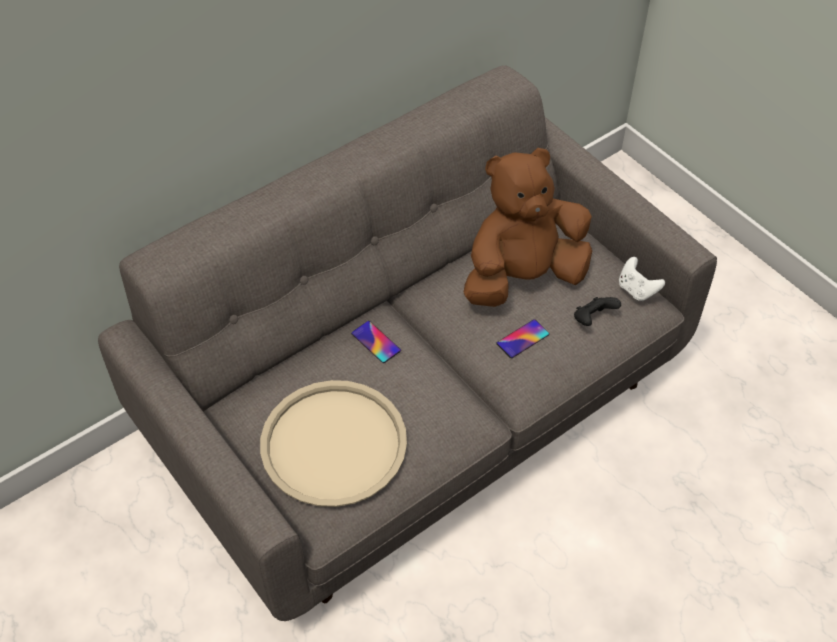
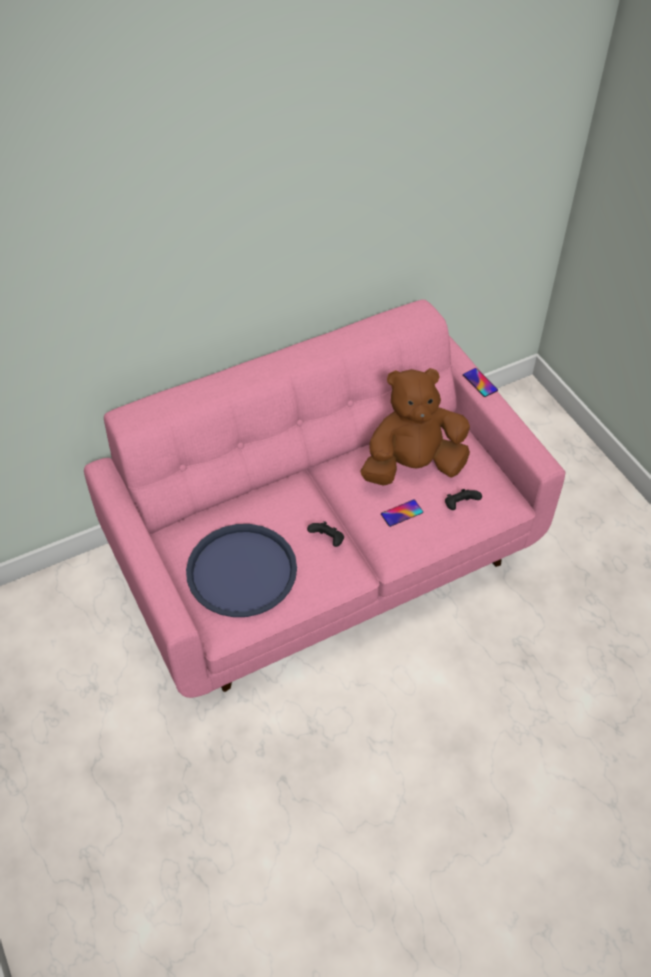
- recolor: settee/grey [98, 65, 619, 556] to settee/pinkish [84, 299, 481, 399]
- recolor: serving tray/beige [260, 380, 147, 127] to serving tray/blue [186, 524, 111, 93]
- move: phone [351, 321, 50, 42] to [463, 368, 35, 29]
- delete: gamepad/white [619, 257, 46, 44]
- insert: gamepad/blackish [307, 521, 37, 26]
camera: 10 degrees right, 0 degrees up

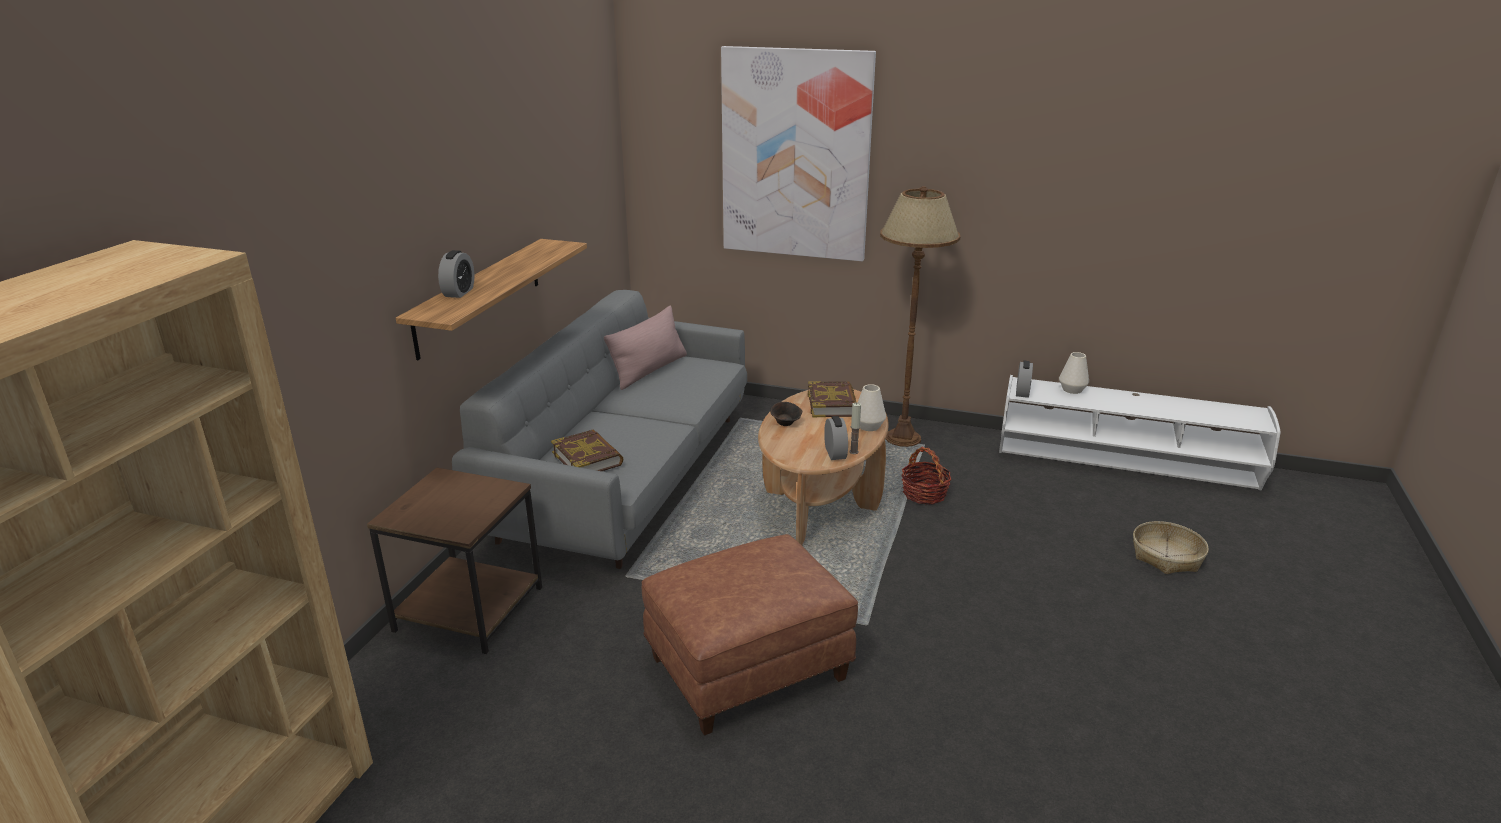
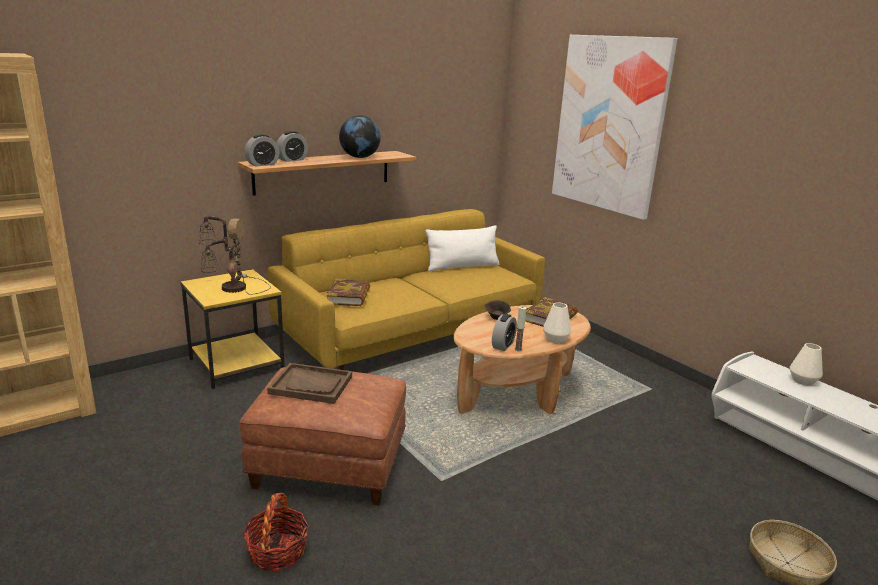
- recolor: end table/brown [367, 468, 175, 186] to end table/yellowish [181, 269, 104, 120]
- recolor: settee/grey [452, 290, 295, 279] to settee/yellowish [267, 209, 278, 161]
- recolor: throw pillow/pinkish [604, 305, 83, 85] to throw pillow/white [426, 225, 73, 46]
- delete: standing lamp/brown [880, 186, 80, 261]
- move: household basket [901, 447, 50, 58] to [243, 492, 66, 79]
- move: bedside clock [1016, 361, 17, 37] to [245, 134, 34, 32]
- insert: table lamp [199, 216, 72, 79]
- insert: serving tray/brown [267, 363, 85, 41]
- insert: desk globe [339, 115, 42, 43]
camera: 35 degrees right, 5 degrees down

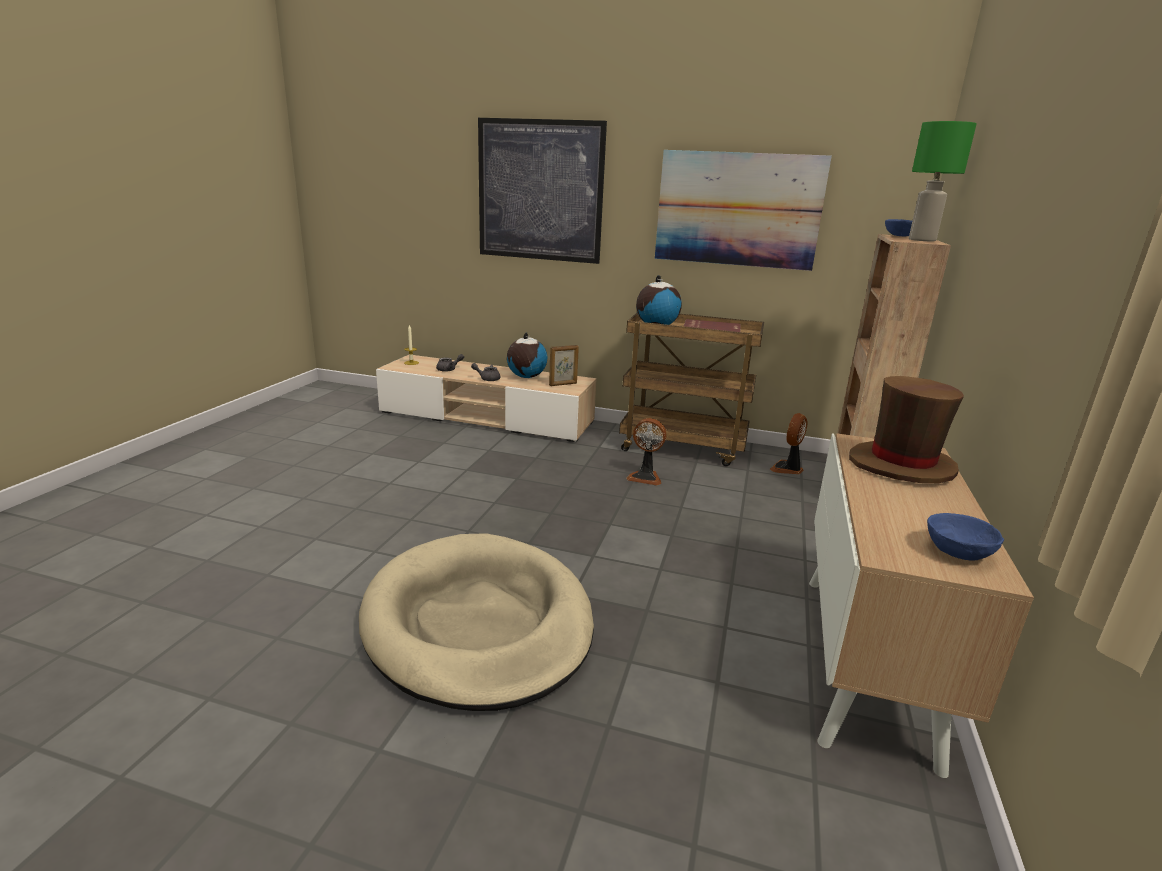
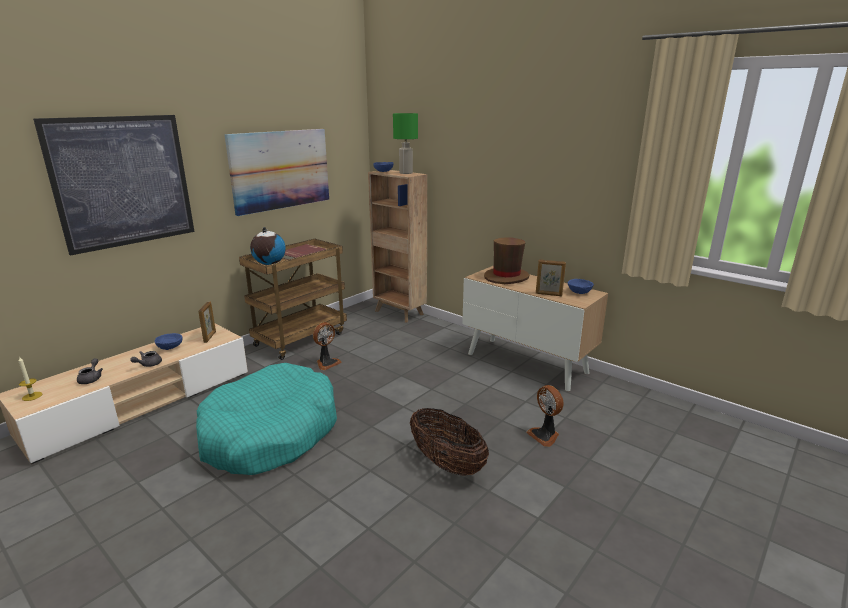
- replace: dog bed/beige [359, 533, 235, 178] to household basket [410, 407, 79, 69]
- replace: desk globe [507, 333, 40, 45] to serving bowl/blue [154, 333, 29, 17]
- move: electric fan [770, 413, 38, 61] to [526, 385, 38, 62]
- insert: dog bed/blue-green [196, 363, 141, 112]
- insert: standing frame [536, 259, 30, 37]
camera: 65 degrees left, 0 degrees up

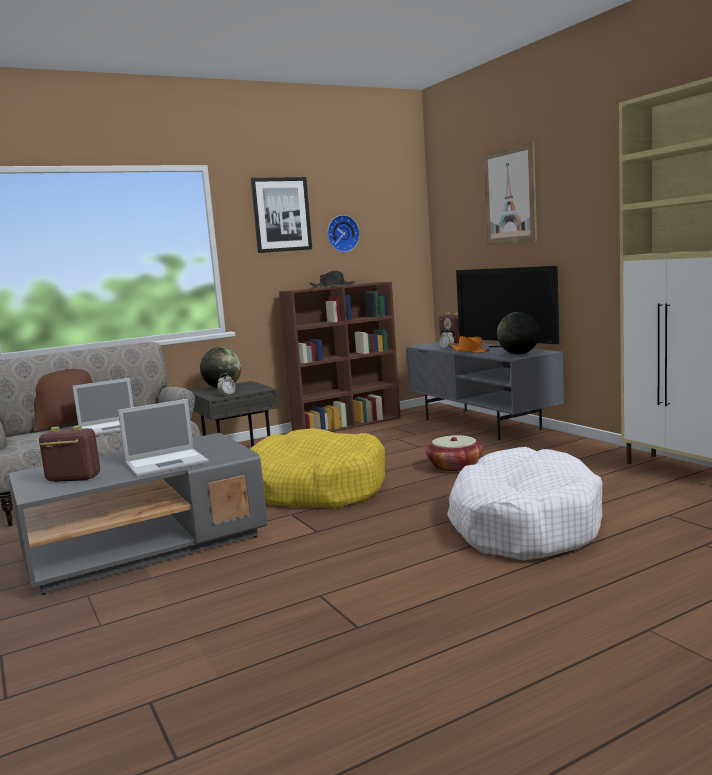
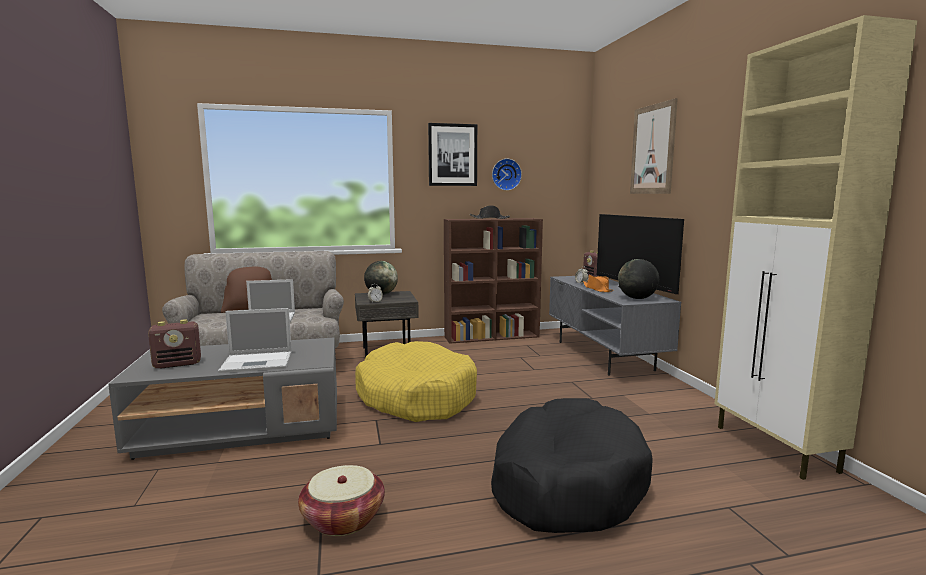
- rotate: radio set [39, 425, 61, 57] = [148, 319, 53, 50] 135 degrees clockwise
- move: household basket [426, 435, 57, 37] to [298, 465, 87, 71]
- recolor: dog bed/white [447, 447, 155, 114] to dog bed/blackish [491, 398, 162, 135]
camera: 15 degrees right, 0 degrees up

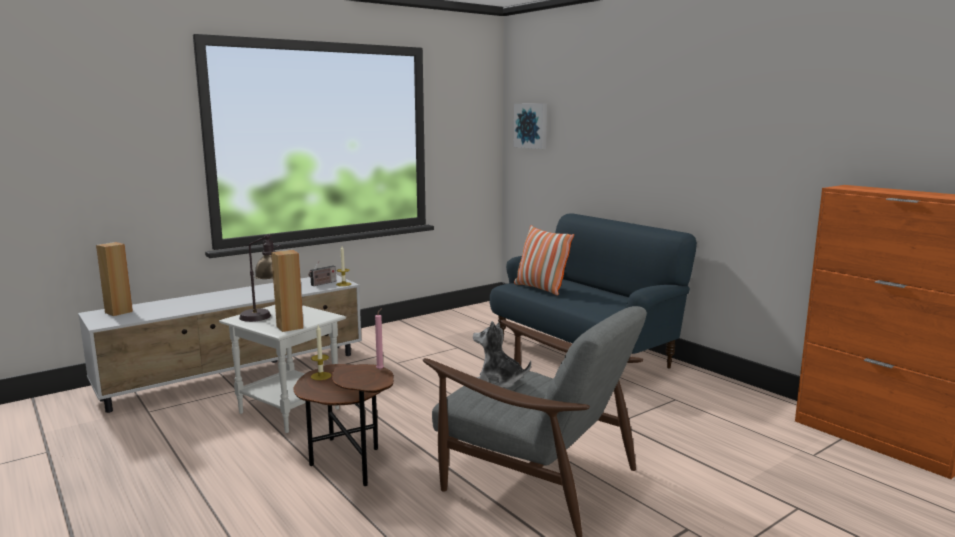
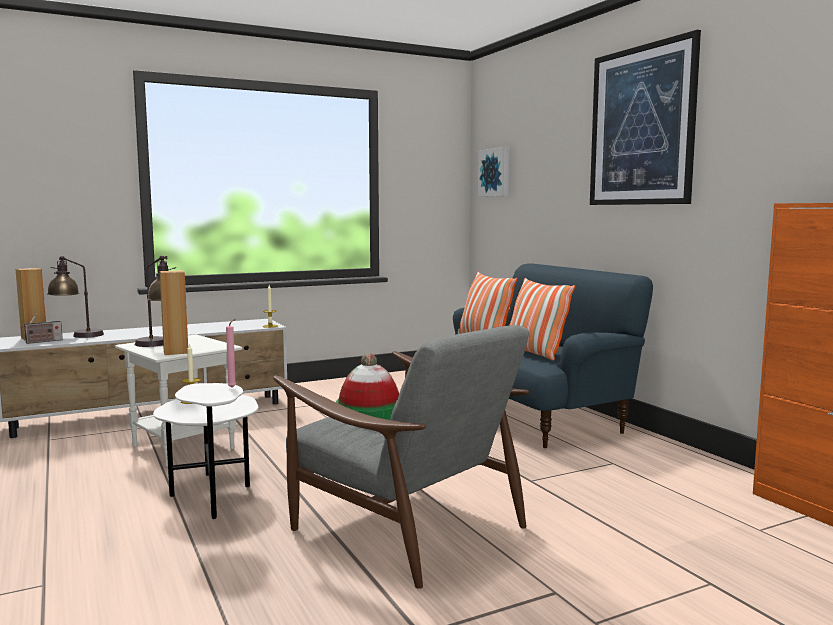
- recolor: end table/brown [294, 364, 100, 122] to end table/white [153, 383, 105, 136]
- move: radio set [308, 260, 28, 26] to [21, 313, 42, 31]
- replace: cuddly toy [473, 321, 58, 67] to wearable hat [336, 353, 63, 67]
- insert: table lamp [47, 256, 57, 82]
- insert: throw pillow [509, 278, 66, 83]
- insert: picture [590, 30, 111, 175]
camera: 10 degrees right, 5 degrees down

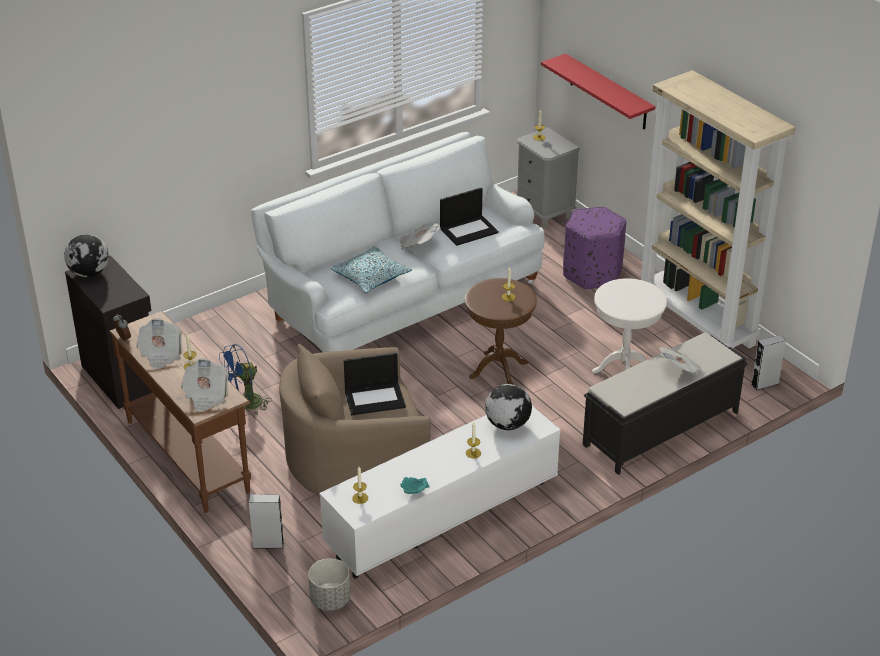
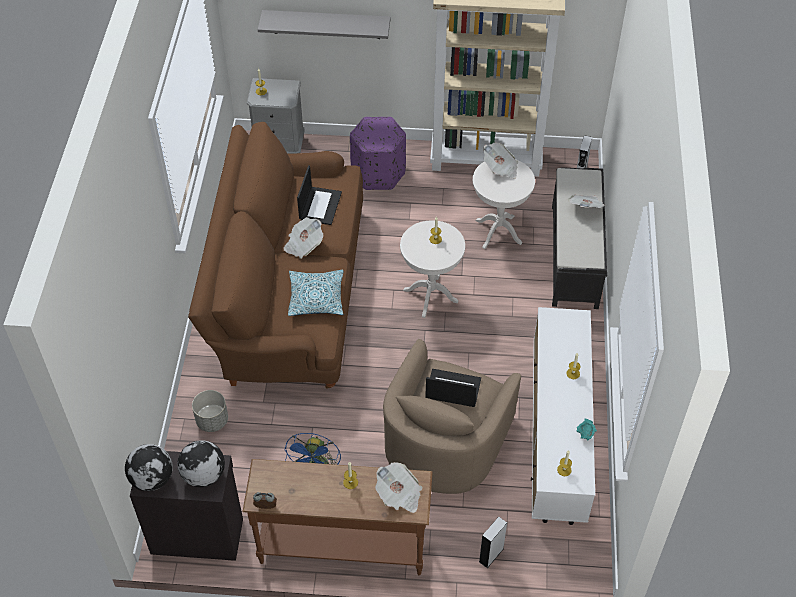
- move: printed paper [136, 318, 46, 52] to [483, 143, 35, 36]
- recolor: settee/white [251, 132, 294, 220] to settee/brown [188, 122, 175, 266]
- move: flower pot/grey [308, 558, 42, 53] to [192, 390, 36, 42]
- rotate: notebook computer [344, 353, 62, 62] = [425, 369, 56, 38] 105 degrees counterclockwise
- recolor: end table/brown [465, 278, 72, 106] to end table/white [400, 220, 65, 98]
- move: desk globe [485, 384, 47, 46] to [177, 440, 48, 47]
- recolor: bracket shelf/reddish [541, 53, 114, 77] to bracket shelf/grey [258, 10, 132, 29]
camera: 50 degrees left, 15 degrees up

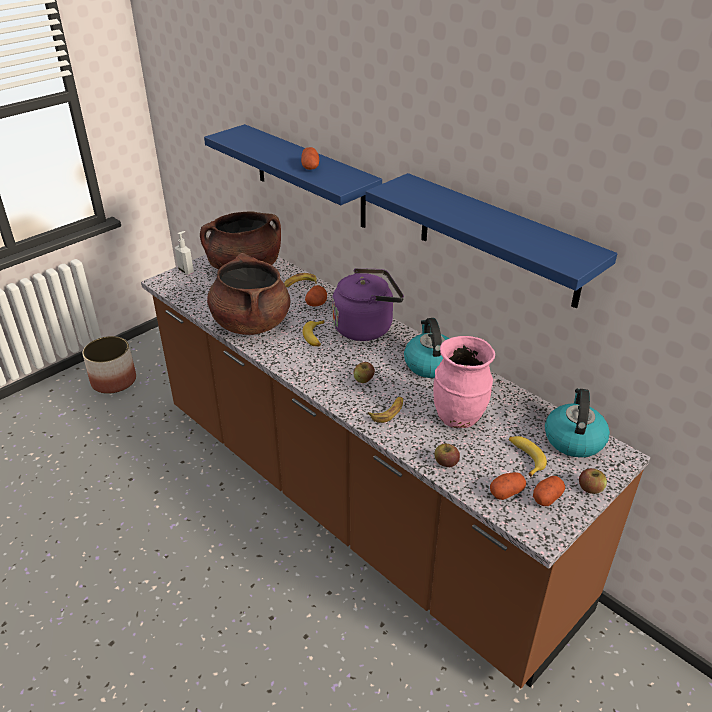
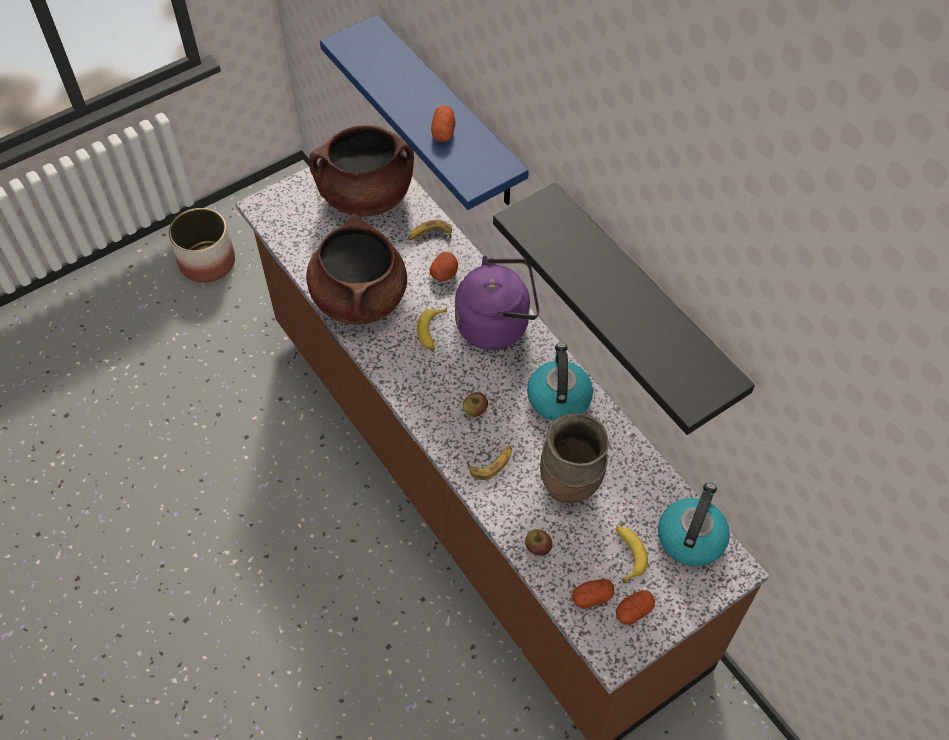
- delete: soap bottle [175, 231, 19, 44]
- recolor: bracket shelf/blue [365, 173, 252, 135] to bracket shelf/blackish [493, 182, 262, 253]
- recolor: decorative vase/pinkish [433, 336, 62, 92] to decorative vase/brown [540, 413, 69, 90]
- delete: apple [579, 468, 28, 26]
camera: 10 degrees right, 20 degrees up

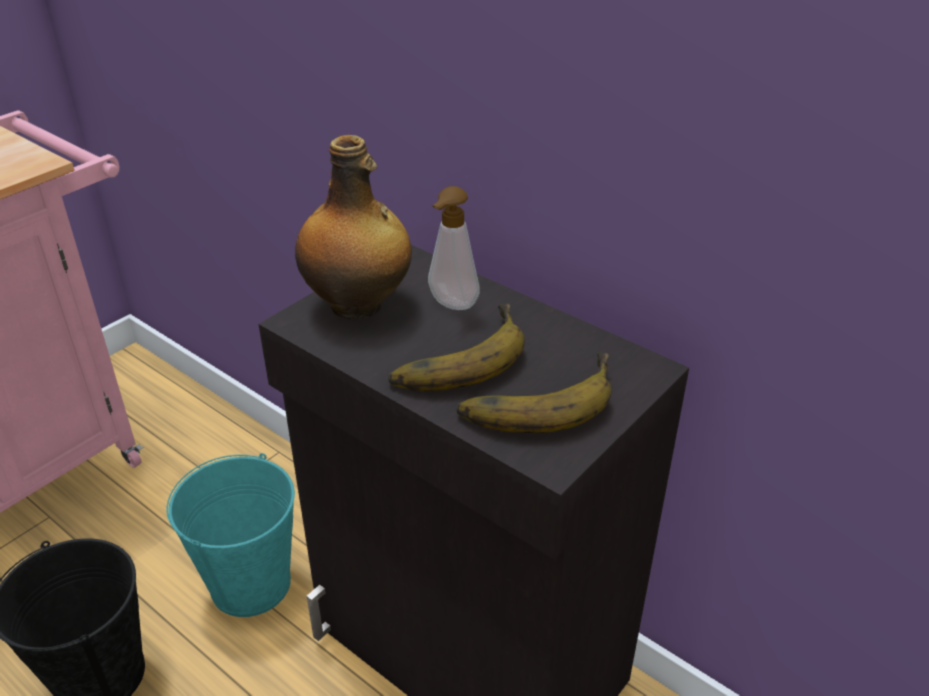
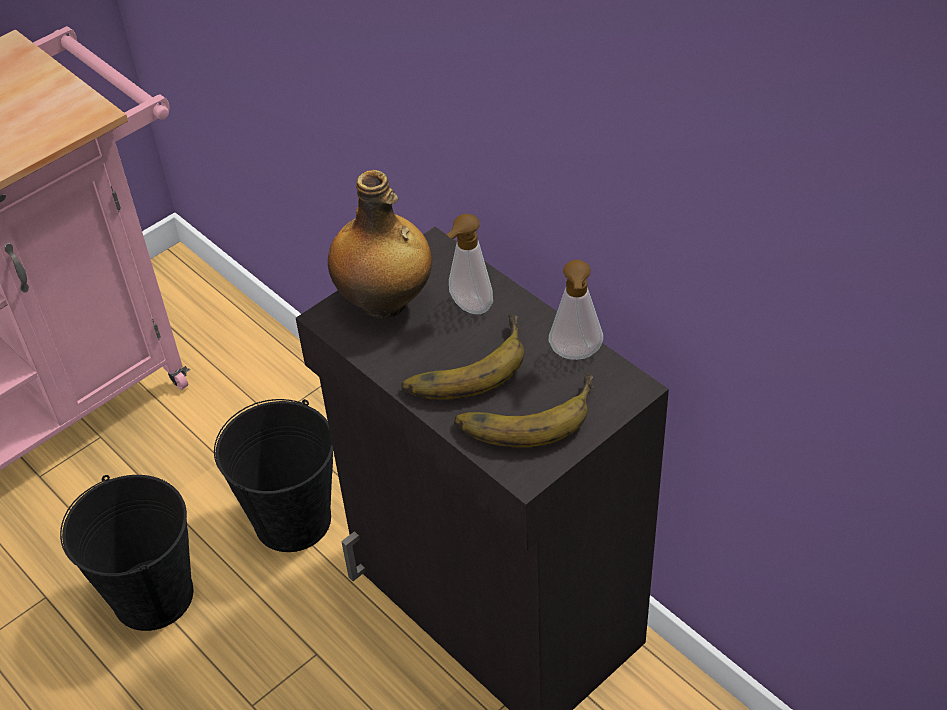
- recolor: water bucket/blue-green [166, 453, 129, 164] to water bucket/blackish [214, 399, 119, 153]
- insert: soap bottle [549, 260, 54, 100]
camera: 10 degrees right, 10 degrees up

